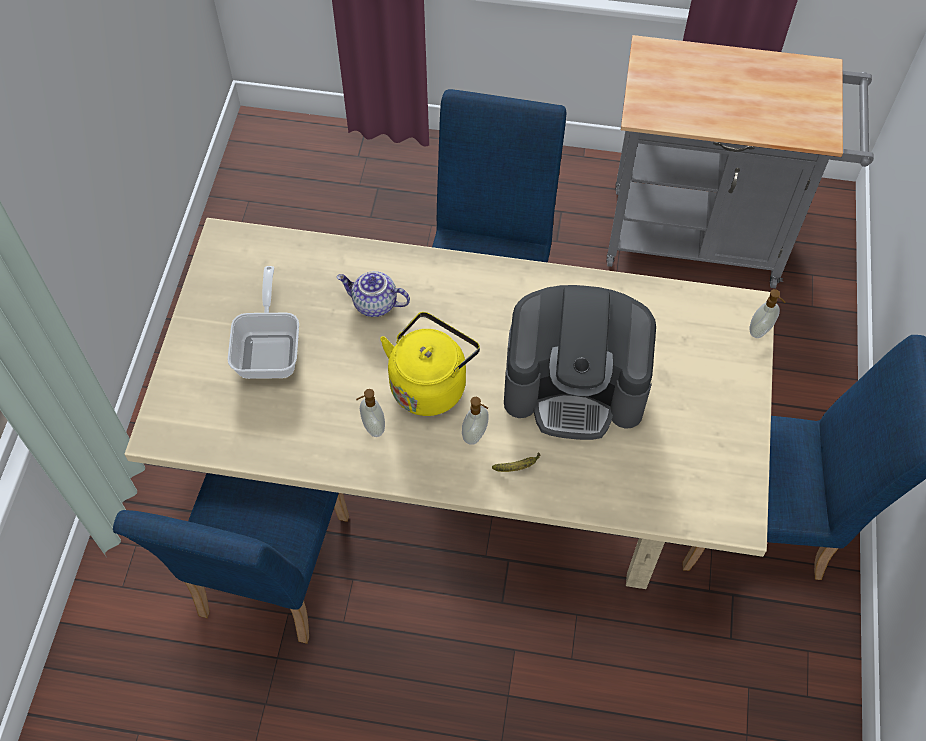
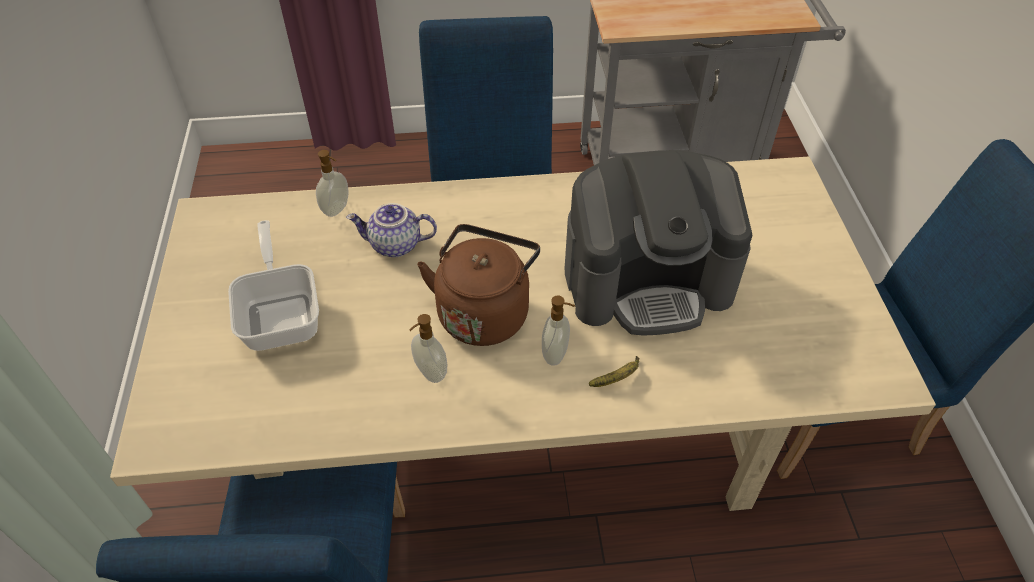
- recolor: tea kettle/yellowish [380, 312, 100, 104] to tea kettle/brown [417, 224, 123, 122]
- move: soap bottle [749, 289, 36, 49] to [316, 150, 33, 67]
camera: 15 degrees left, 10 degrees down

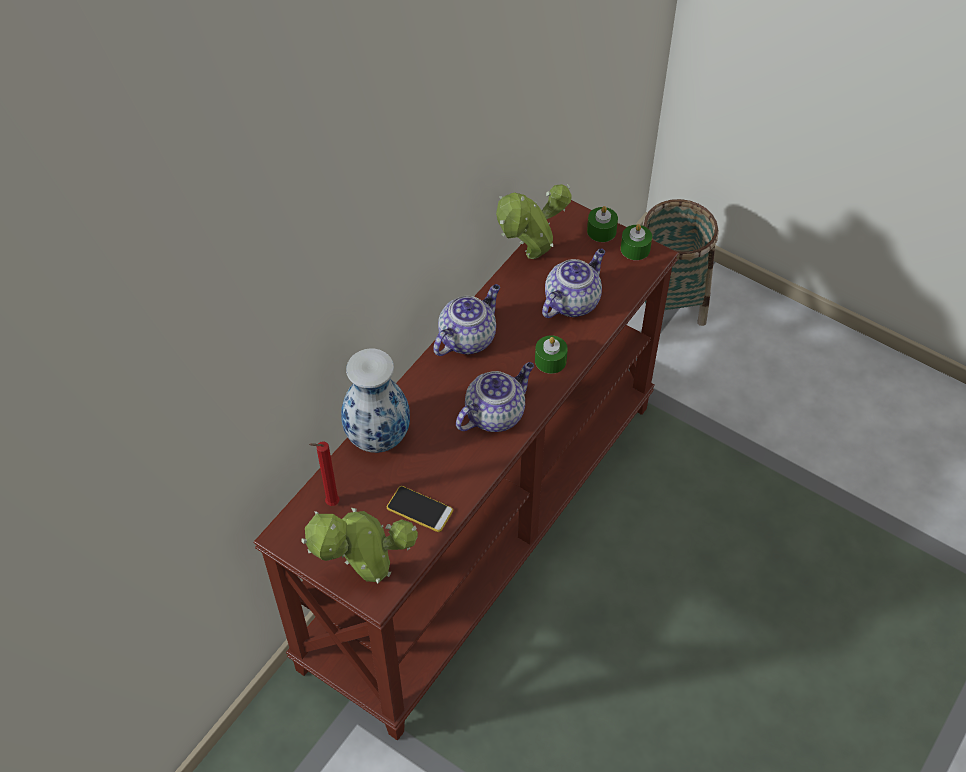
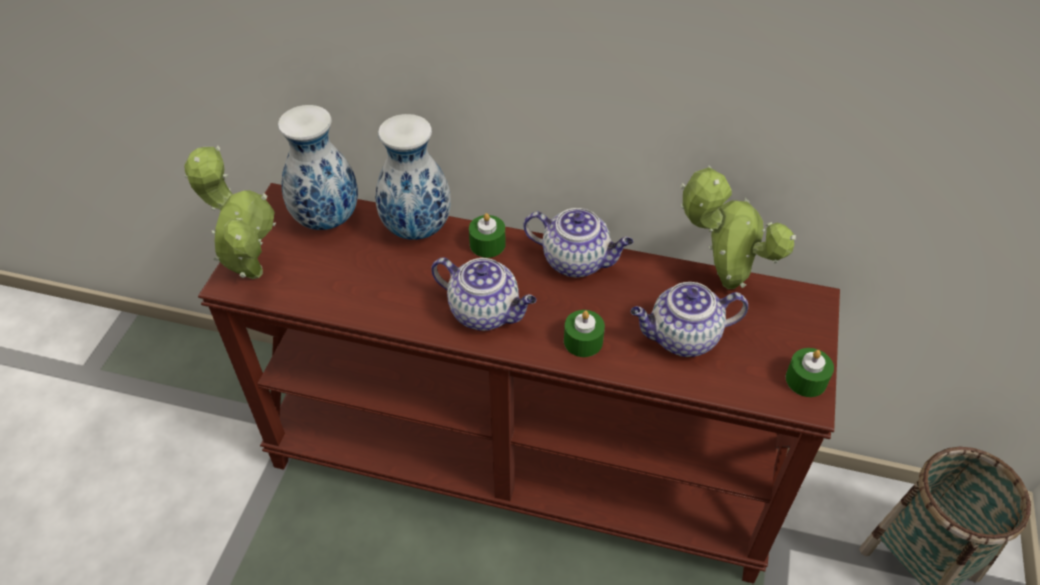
- replace: wax light/reddish [309, 441, 31, 65] to decorative vase [278, 105, 80, 125]
- delete: phone [387, 486, 66, 46]
- rotate: tea pot [542, 249, 63, 69] = [631, 282, 117, 75] 150 degrees clockwise
- move: wax light/greenish [587, 206, 31, 36] to [469, 213, 37, 45]
camera: 70 degrees right, 5 degrees down

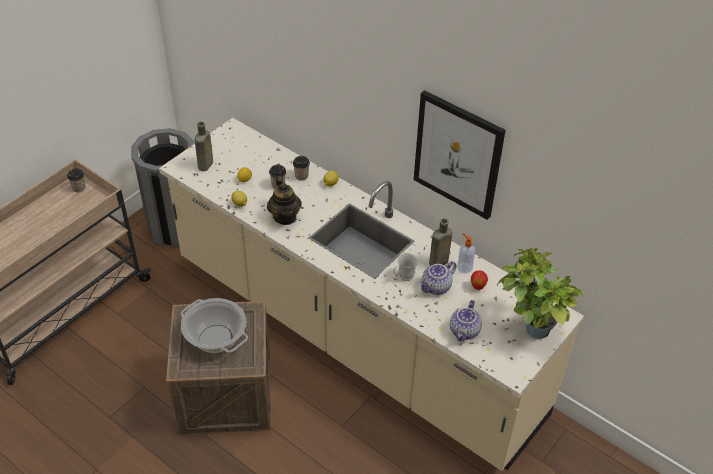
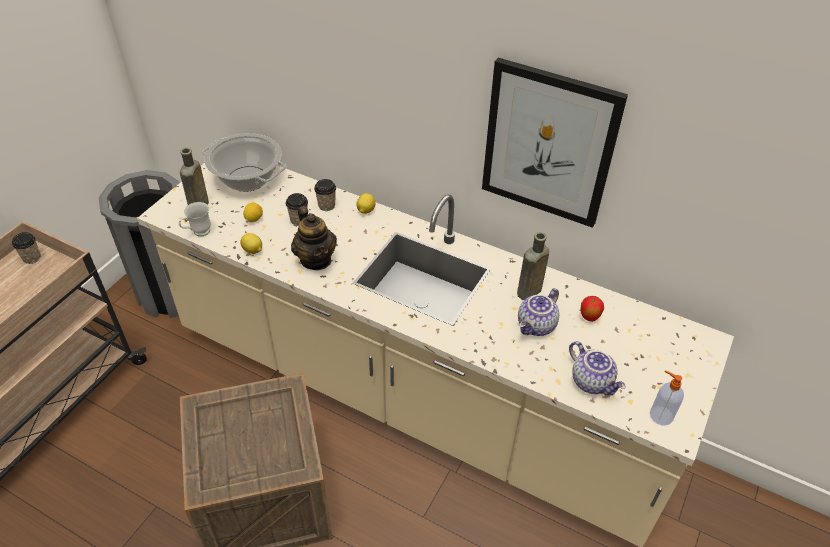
- move: cooking pot [181, 298, 67, 55] to [202, 133, 84, 59]
- move: coffee mug/white [393, 253, 25, 28] to [179, 202, 32, 34]
- rotate: tea pot [450, 300, 32, 41] = [569, 341, 56, 55] 45 degrees counterclockwise
- move: soap bottle [457, 233, 18, 40] to [650, 370, 34, 56]
- delete: houseplant [497, 247, 86, 92]
camera: 10 degrees left, 0 degrees up

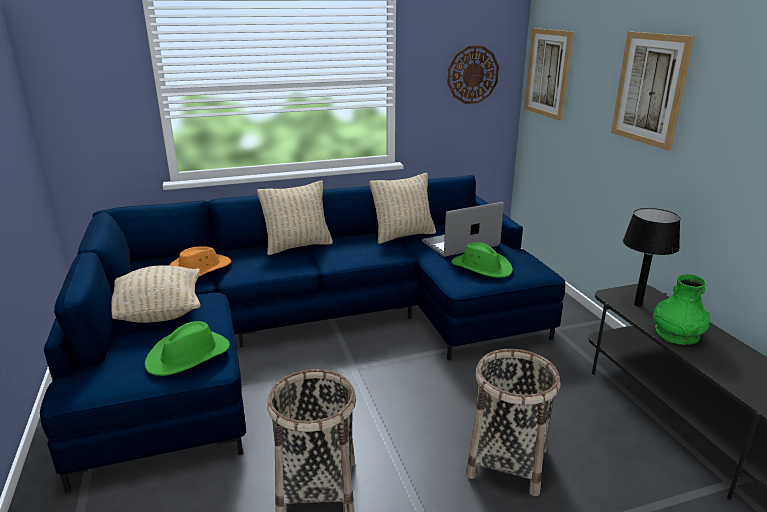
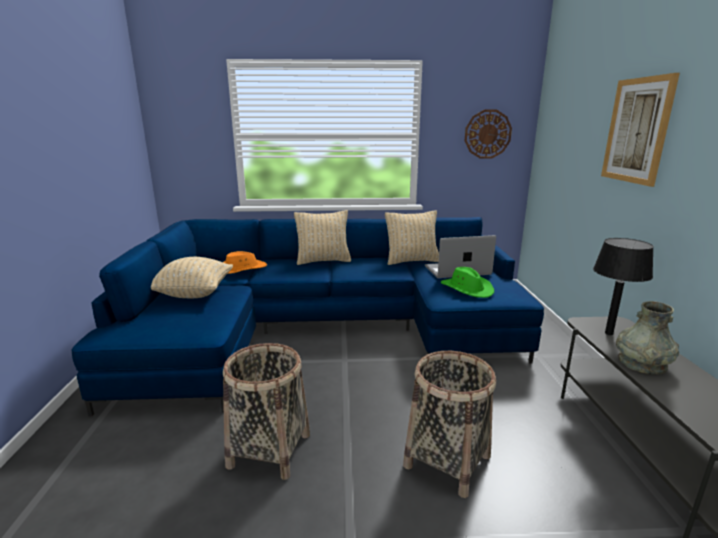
- delete: wearable hat/greenish [145, 321, 85, 55]
- delete: picture [525, 28, 49, 93]
- recolor: decorative vase/greenish [653, 274, 57, 71] to decorative vase/grey [616, 301, 63, 73]
camera: 15 degrees right, 5 degrees down

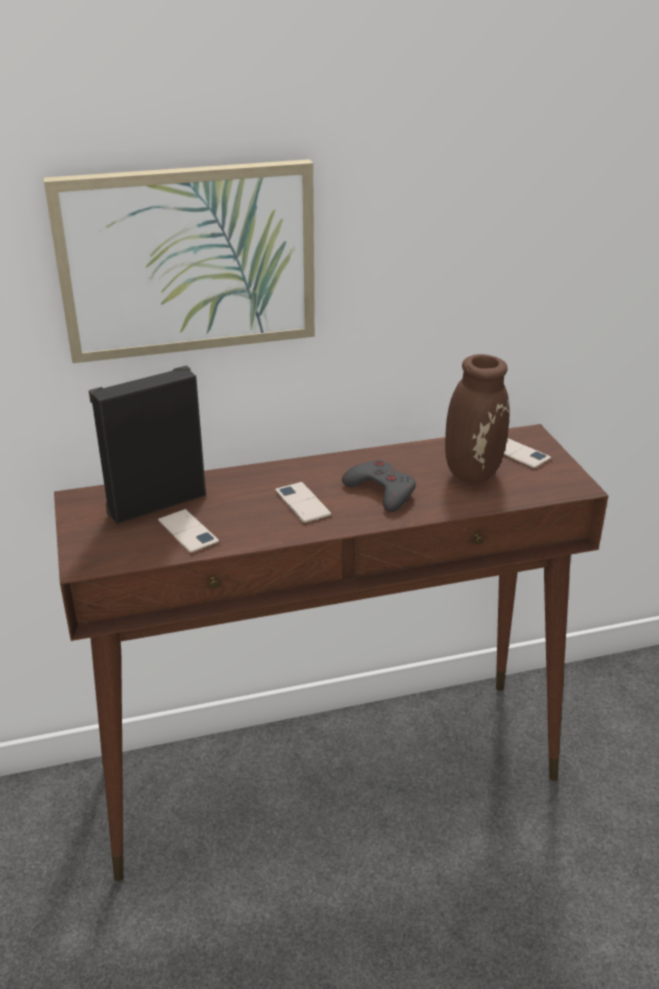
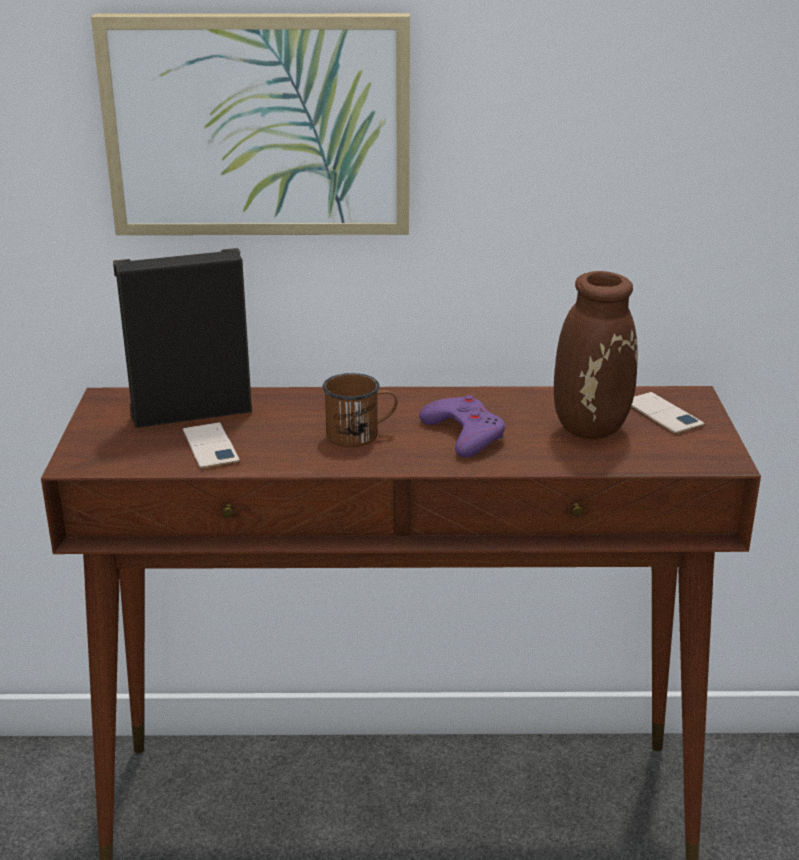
- replace: phone [275, 482, 57, 42] to coffee mug/brown [322, 373, 75, 74]
- recolor: gamepad/grey [342, 460, 74, 52] to gamepad/purple-coloured [419, 395, 86, 63]
camera: 15 degrees right, 5 degrees down

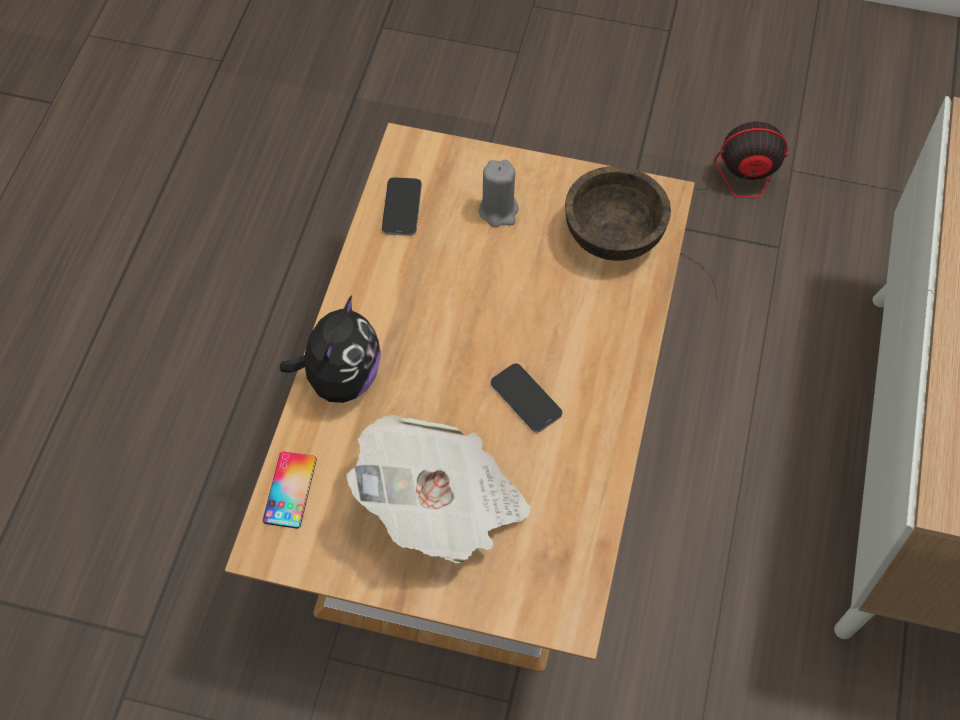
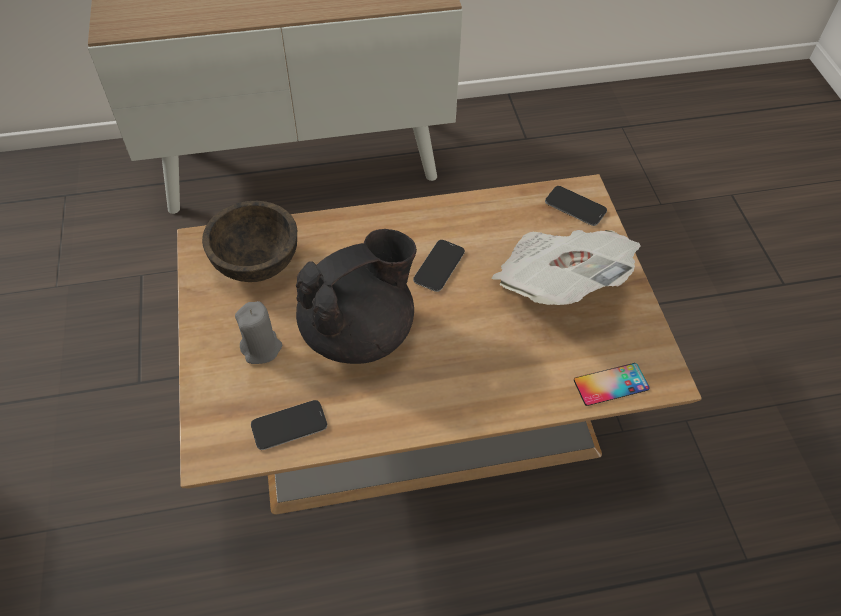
- delete: cuddly toy [279, 295, 102, 108]
- delete: electric fan [680, 122, 109, 180]
- insert: tea pot/blackish [296, 229, 121, 135]
- insert: phone [545, 186, 62, 40]
camera: 115 degrees left, 5 degrees down

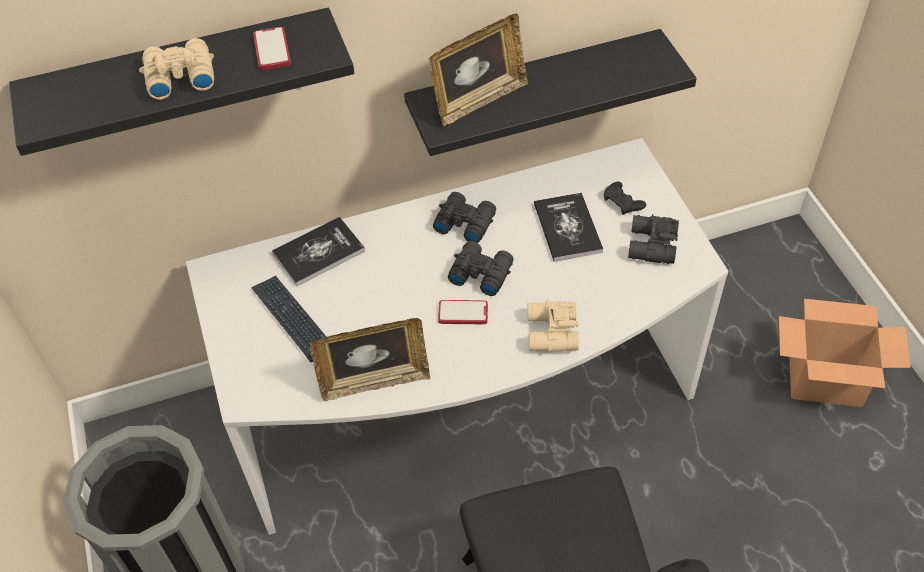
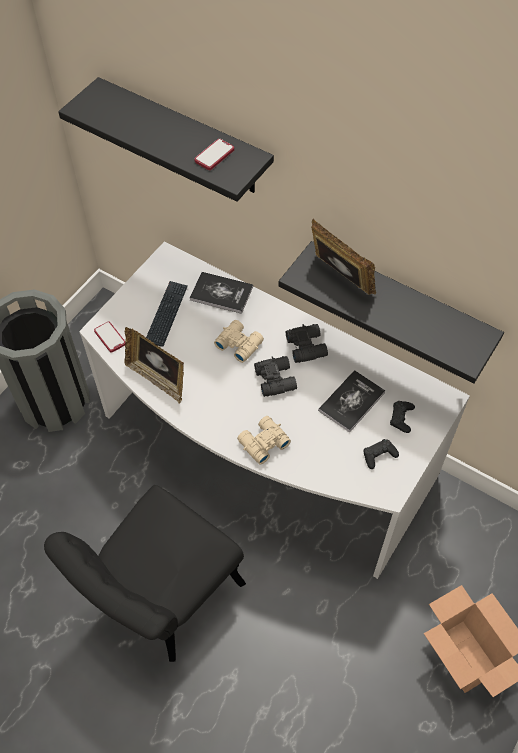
- move: binoculars/beige [139, 38, 75, 62] to [214, 320, 50, 43]
- rotate: standing frame [429, 14, 99, 112] = [311, 219, 65, 76] 150 degrees counterclockwise
- move: phone [438, 300, 50, 24] to [94, 321, 31, 32]
- replace: binoculars/blackish [628, 214, 51, 50] to gamepad/blackish [364, 439, 35, 30]
camera: 50 degrees right, 5 degrees up

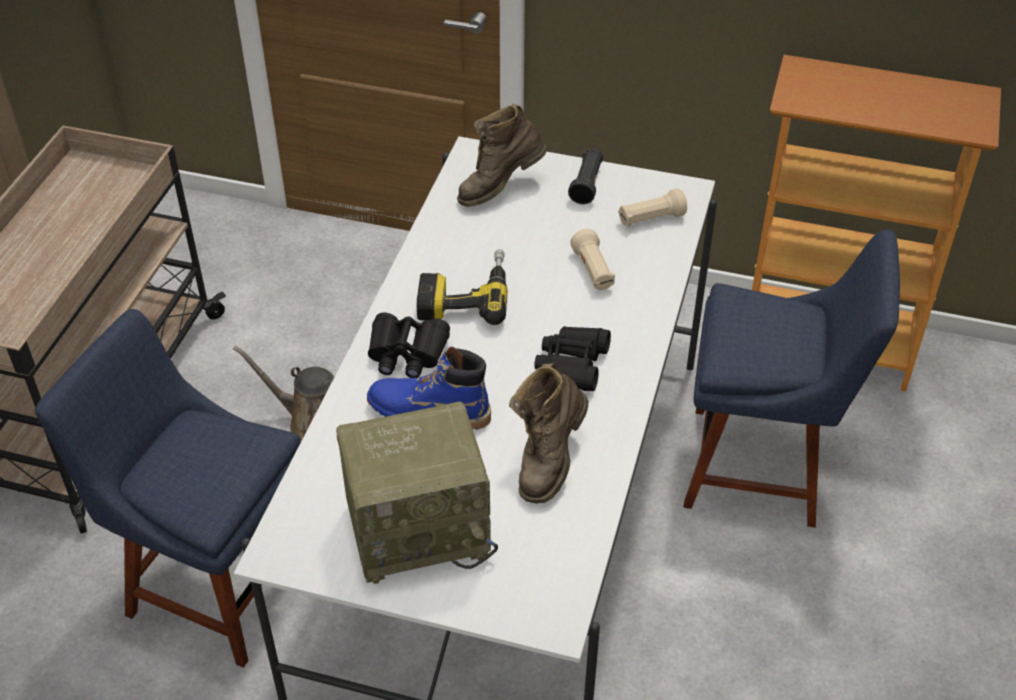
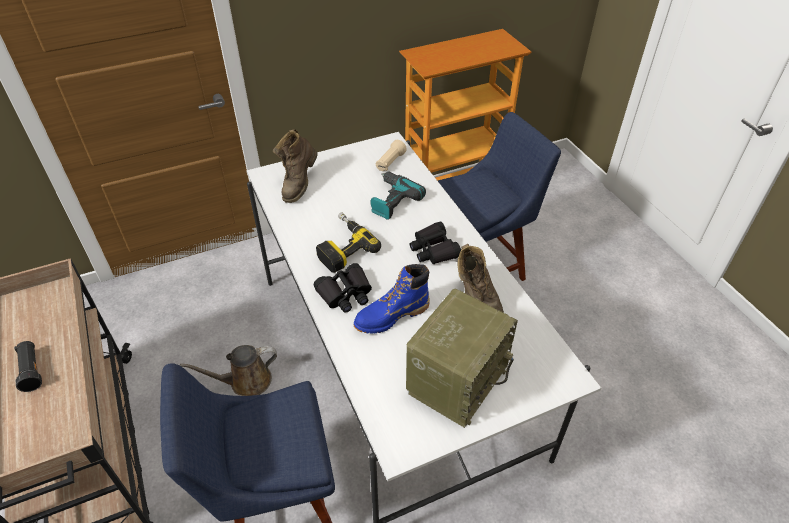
- move: flashlight/blackish [568, 149, 35, 55] to [14, 341, 28, 51]
- replace: flashlight/beige [570, 229, 45, 61] to electric drill [370, 171, 56, 49]
camera: 40 degrees left, 0 degrees up

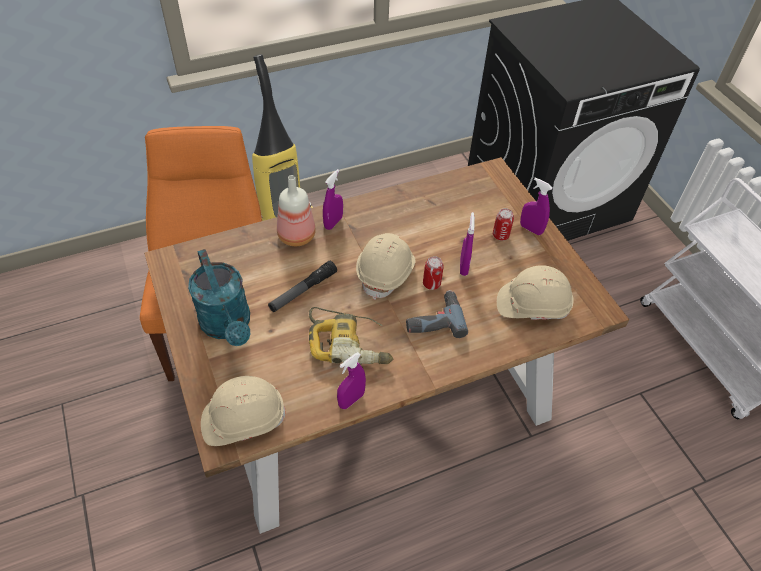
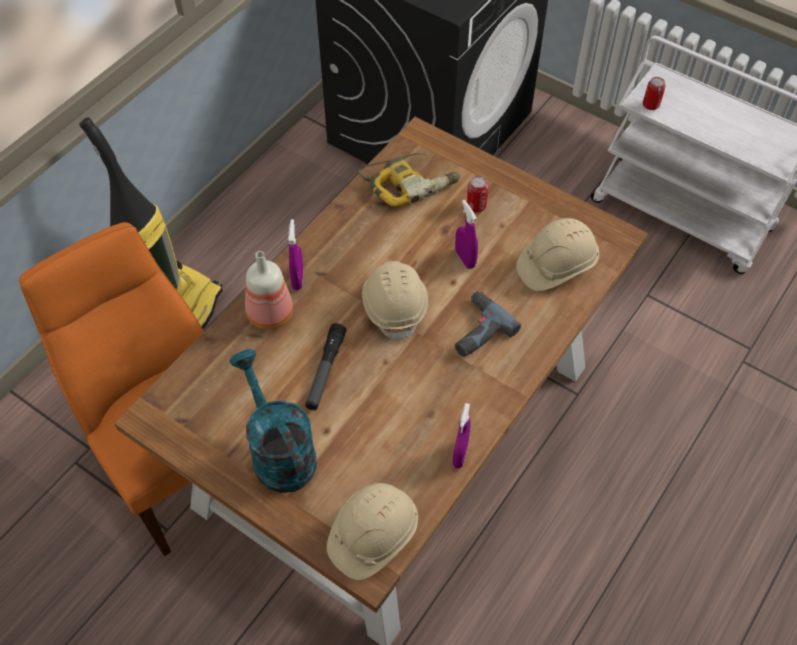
- rotate: sprinkling can/blue-green [188, 249, 62, 97] = [230, 349, 87, 144] 150 degrees counterclockwise
- move: electric drill [309, 307, 84, 58] to [358, 153, 102, 54]
- move: sealed can [423, 256, 21, 34] to [643, 77, 22, 33]
- delete: hand sprayer/purple-coloured [520, 178, 32, 57]
camera: 30 degrees left, 5 degrees up

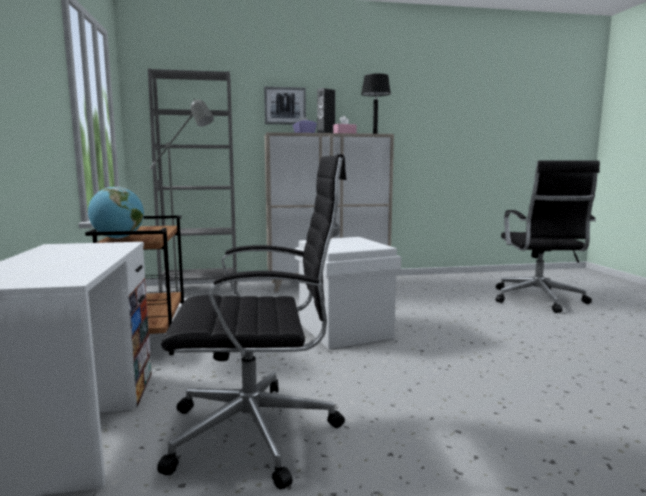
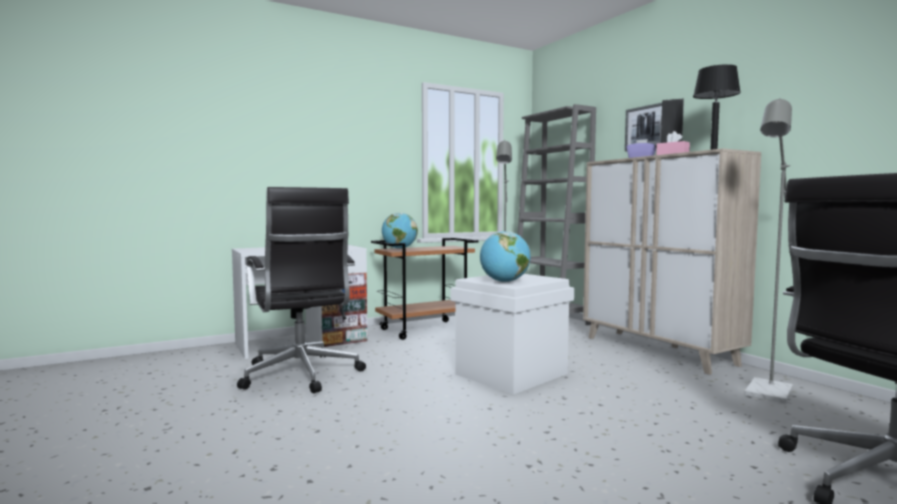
- insert: desk globe [480, 231, 51, 51]
- insert: standing lamp/grey [745, 98, 48, 305]
camera: 70 degrees right, 5 degrees down

